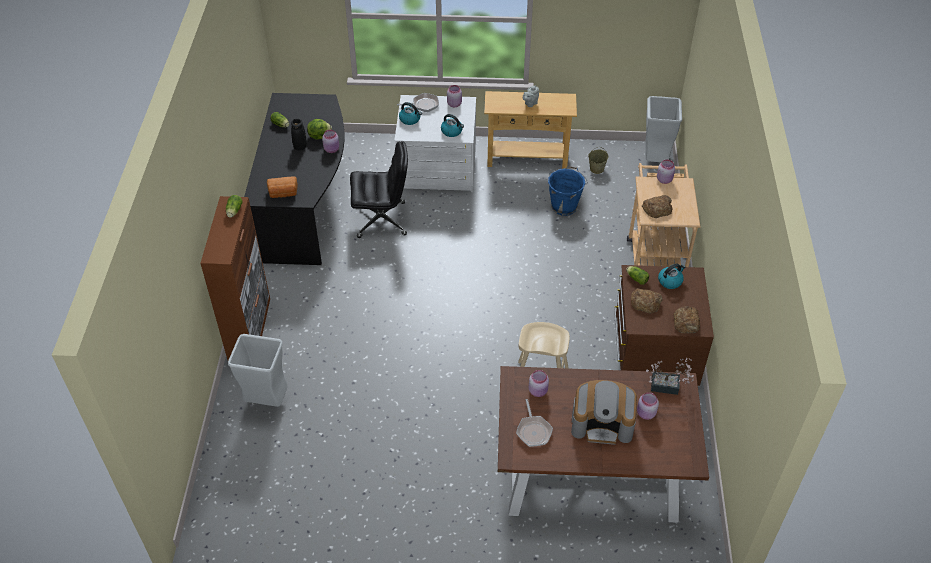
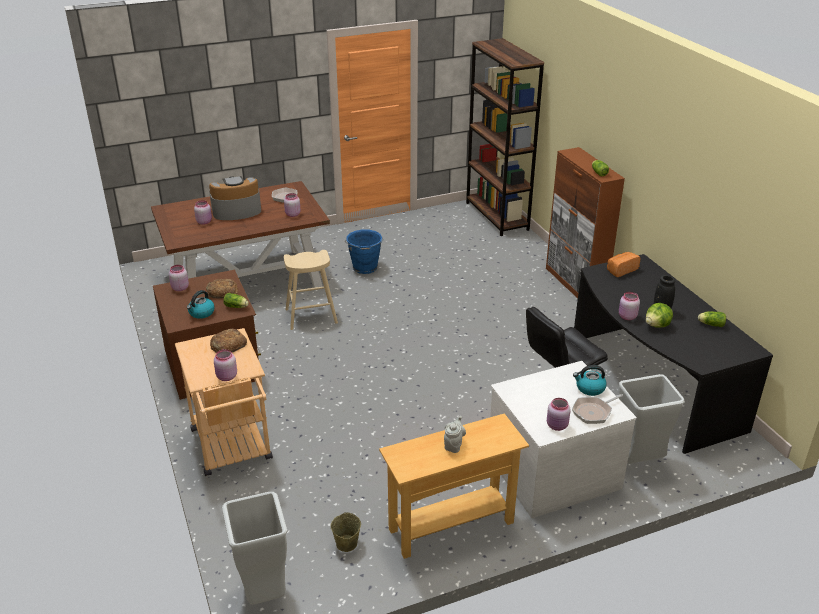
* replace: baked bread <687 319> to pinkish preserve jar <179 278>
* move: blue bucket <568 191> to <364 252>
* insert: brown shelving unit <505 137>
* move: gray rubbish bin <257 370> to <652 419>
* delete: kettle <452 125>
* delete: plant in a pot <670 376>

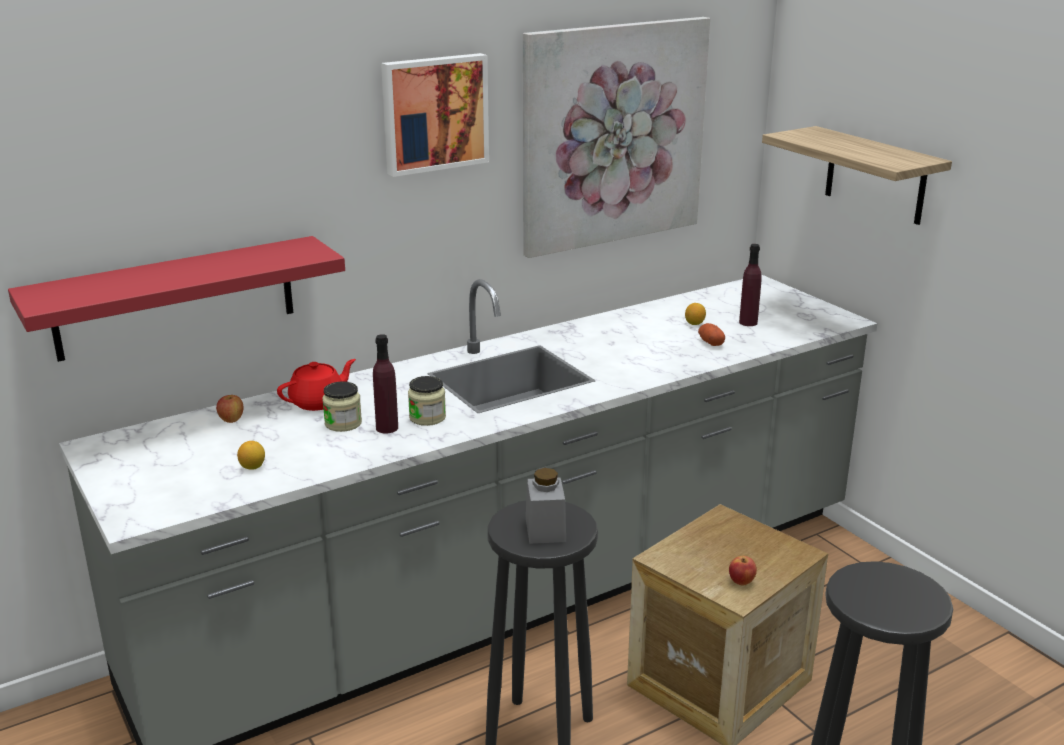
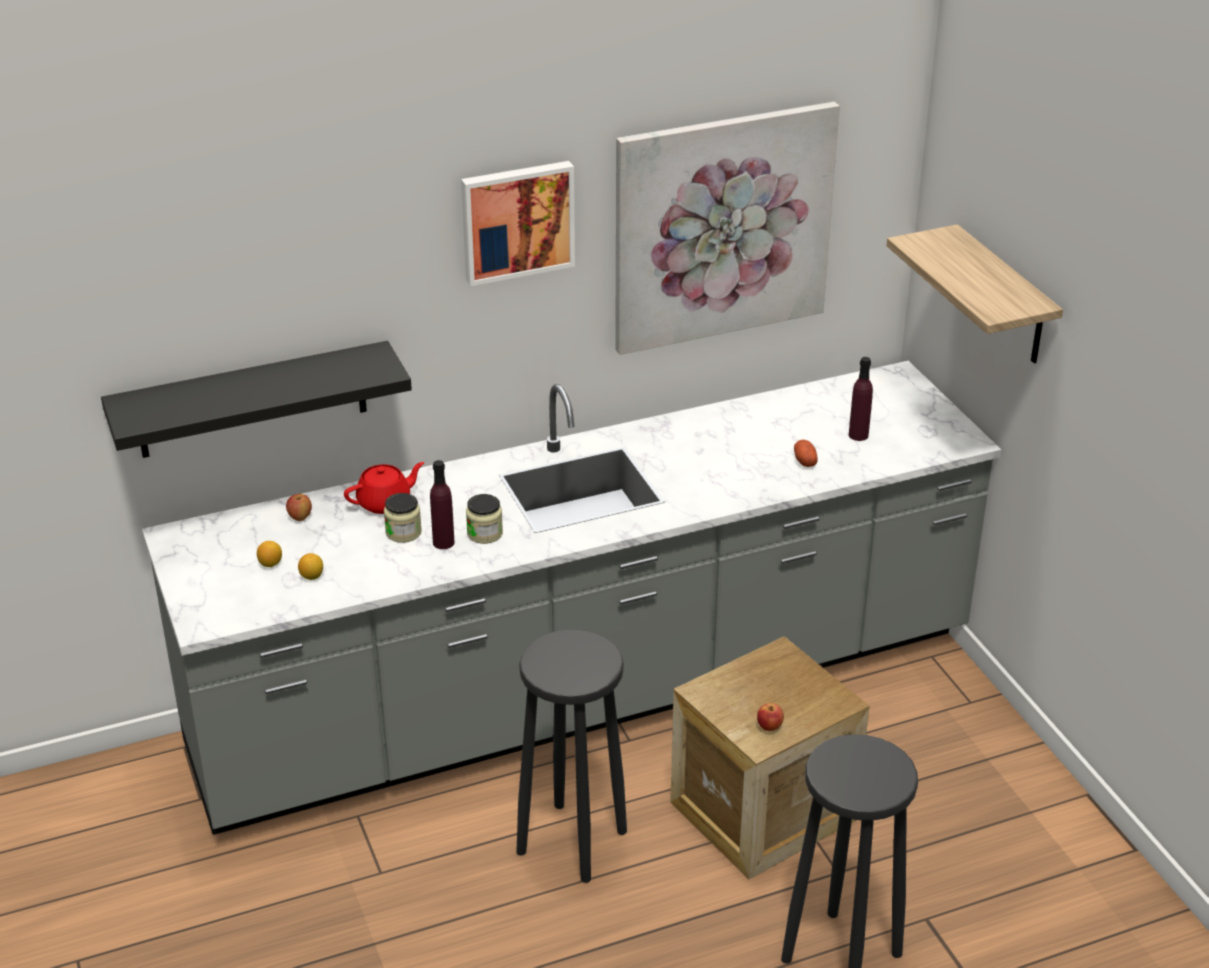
* recolor: reddish shelf <176 299> to black-coloured shelf <256 399>
* move: citrus fruit <695 314> to <269 554>
* delete: gray preserve jar <546 506>

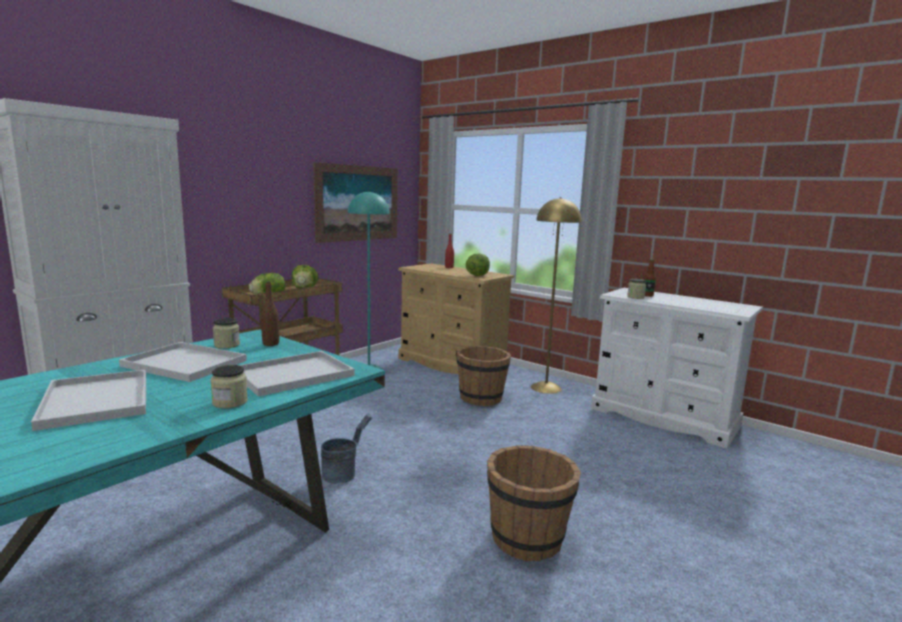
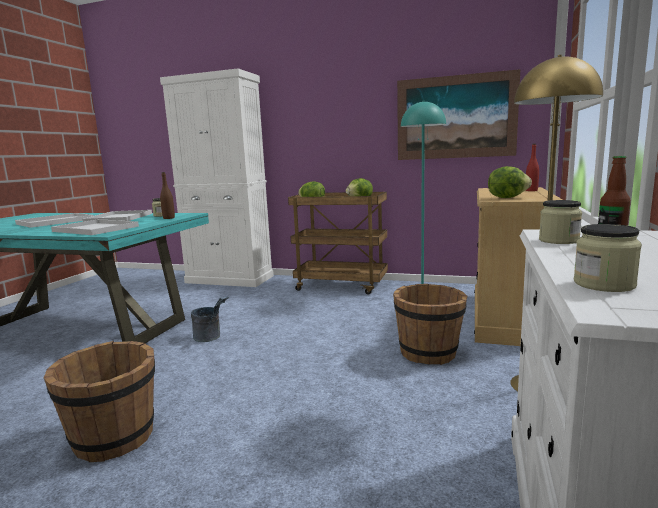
* move: preserve jar <229 387> to <607 258>

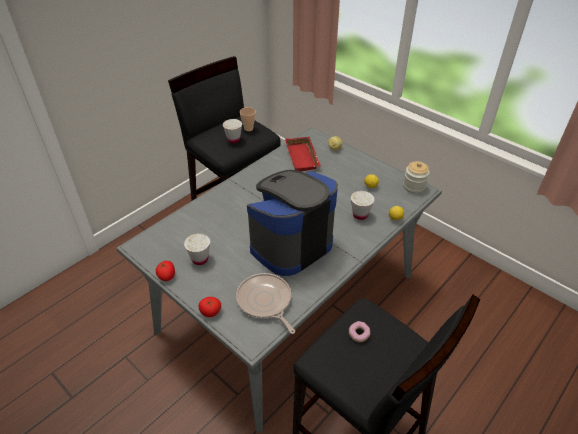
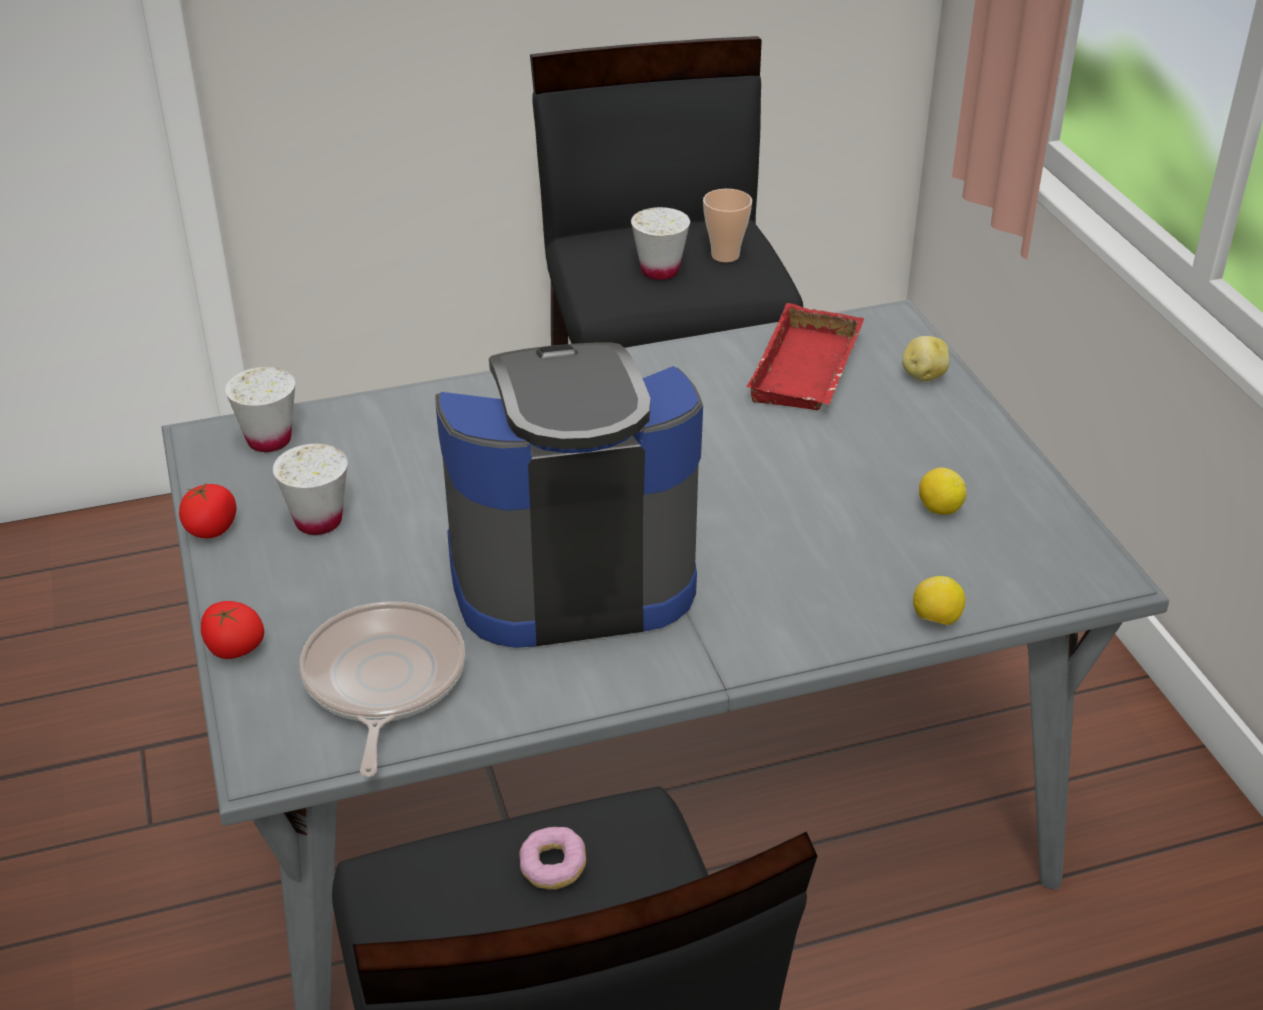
* move: white-coloured small cup <362 205> to <260 409>
* delete: preserve jar <416 177>

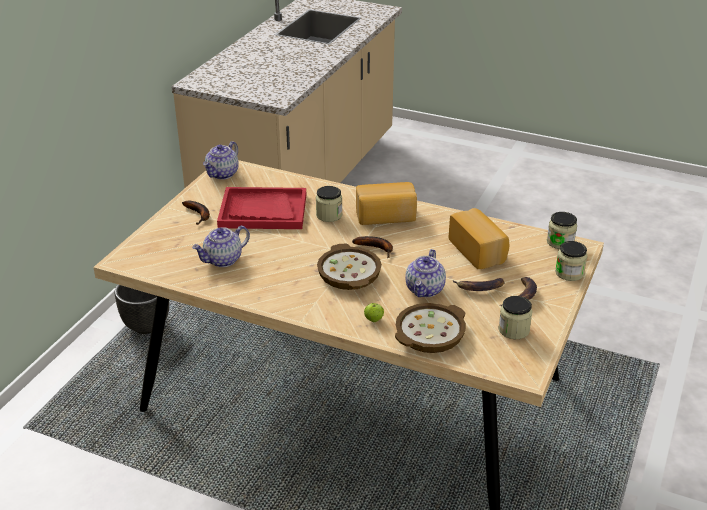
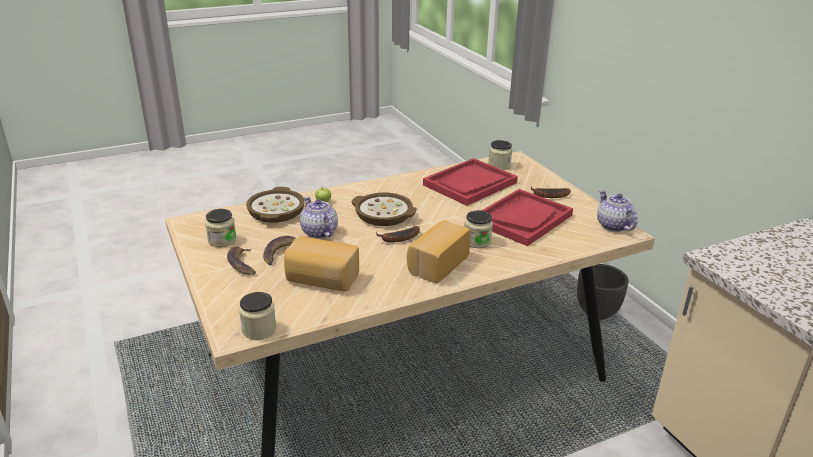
* replace: pot for tea <221 246> to reddish tray <470 182>
* move: preserve jar <571 261> to <500 155>

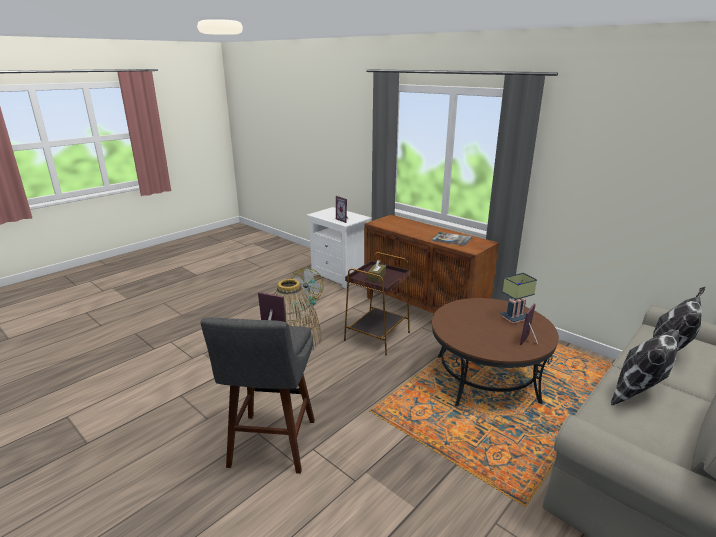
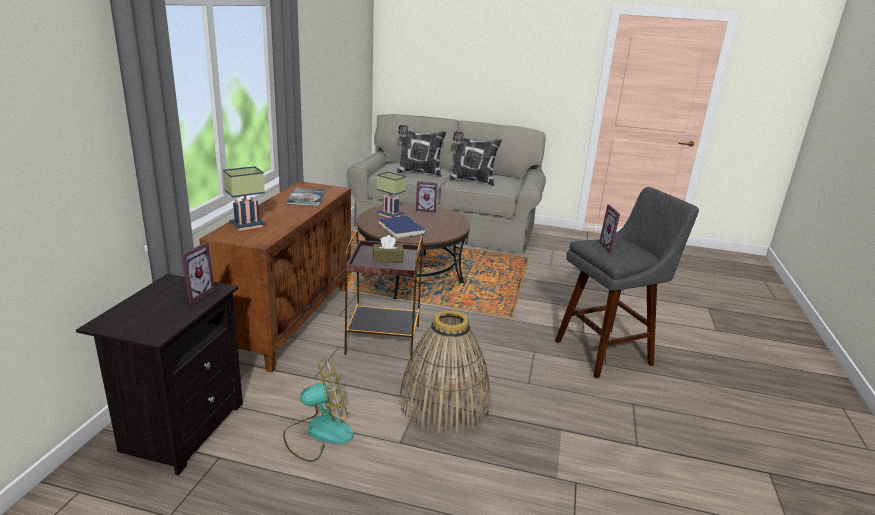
* recolor: white-coloured nightstand <339 247> to black-coloured nightstand <159 374>
* insert: lamp for a table <244 198>
* insert: blue volume <402 227>

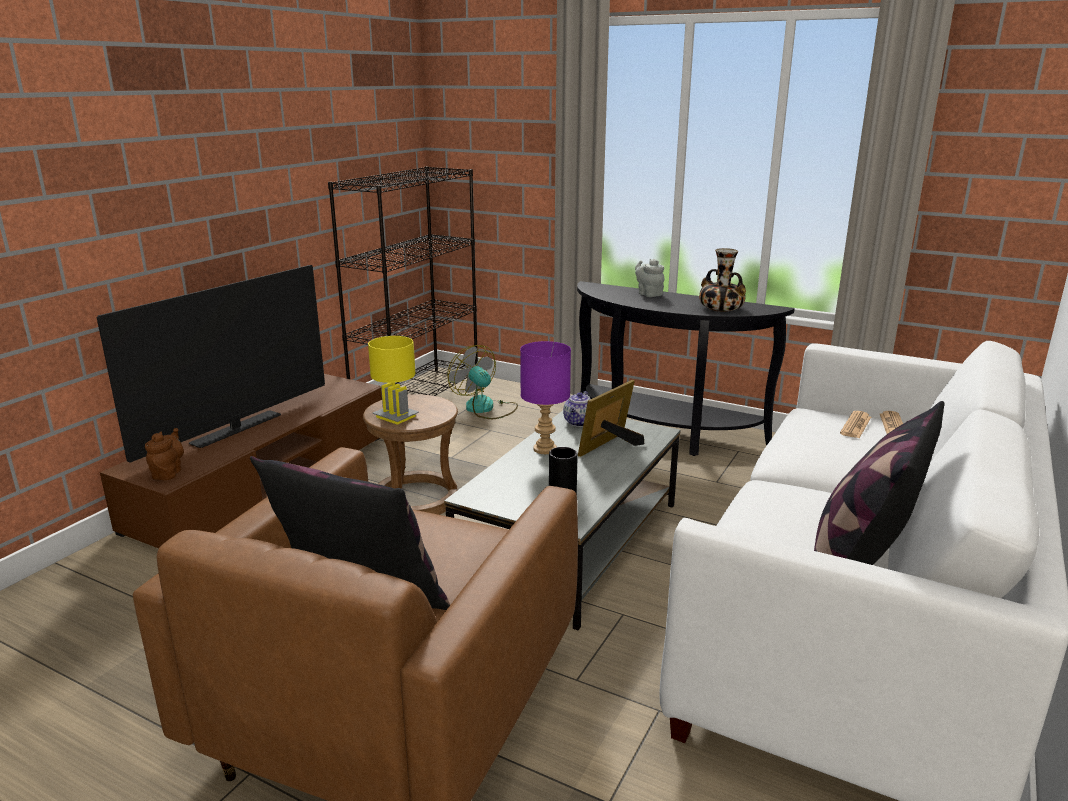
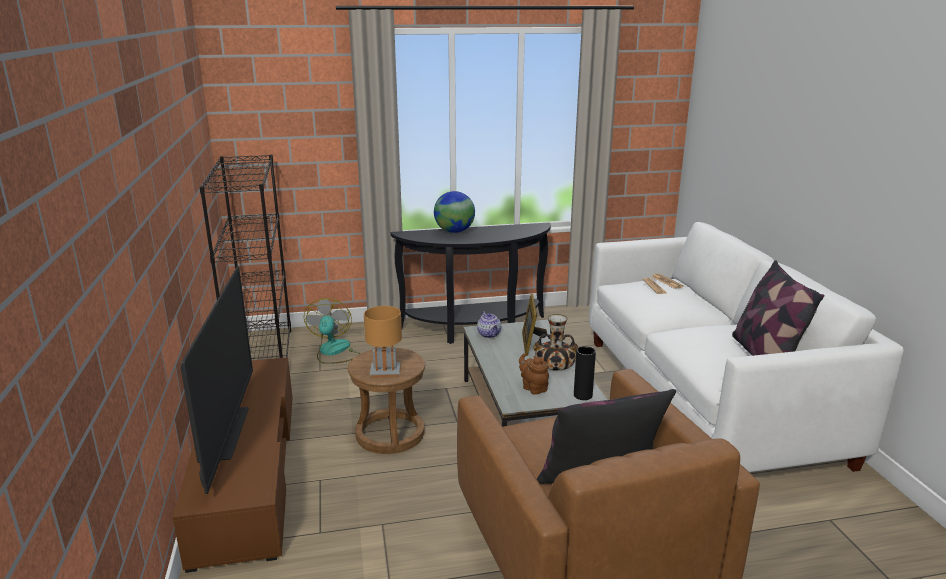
* rotate: fan <482 382> = <332 331> 75 degrees clockwise
* recolor: yellow lamp for a table <393 380> to brown lamp for a table <383 341>
* replace: gray pot for tea <649 278> to globe <454 212>
* move: brown pot for tea <164 454> to <534 374>
* move: flower vase <722 280> to <555 342>
* delete: purplish lamp for a table <545 397>

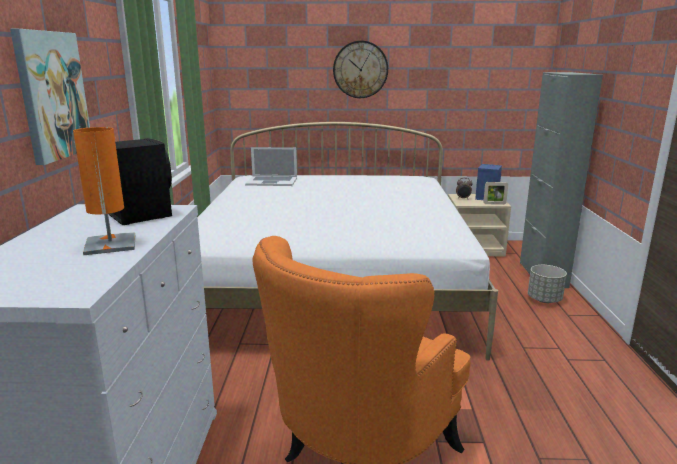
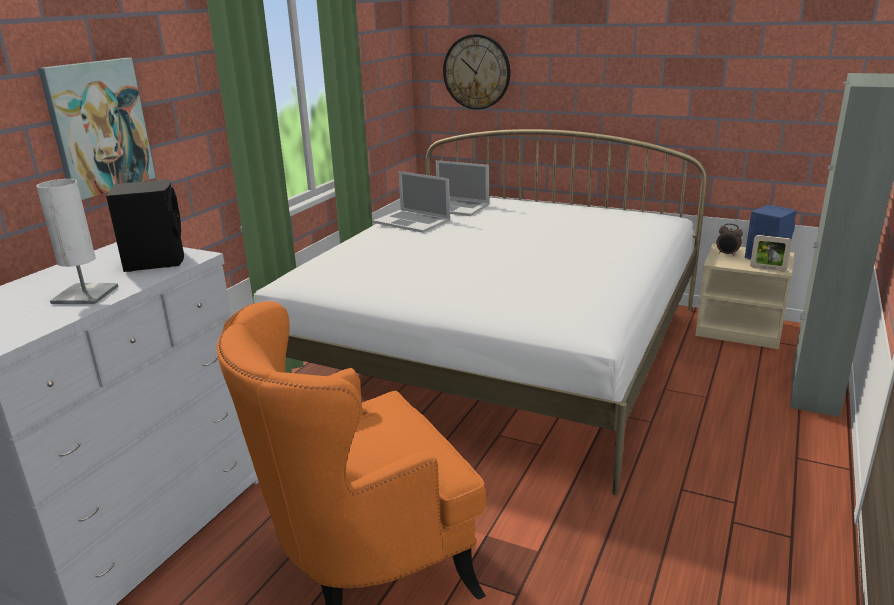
* recolor: orange-coloured lamp for a table <104 191> to white-coloured lamp for a table <77 241>
* insert: laptop <411 202>
* move: clock on the wall <360 69> to <476 72>
* delete: gray flower pot <547 284>

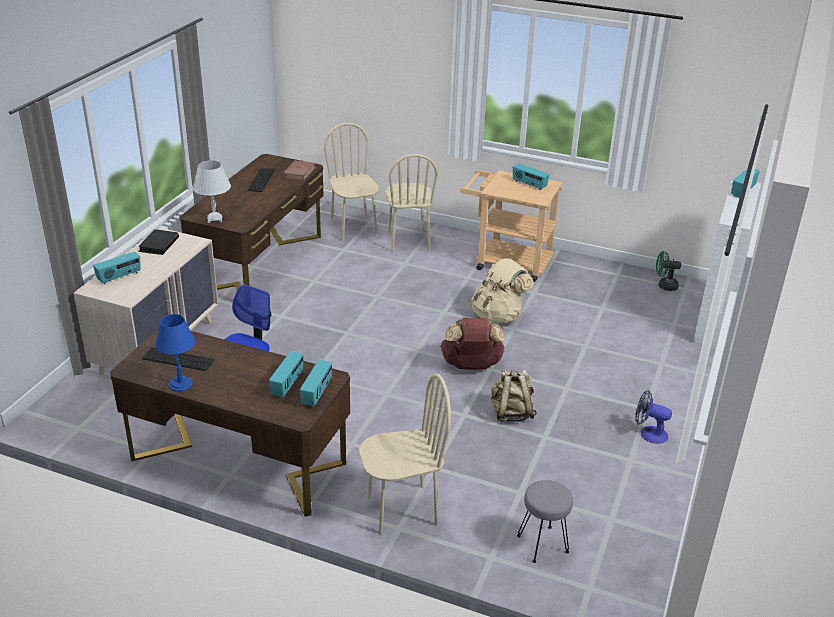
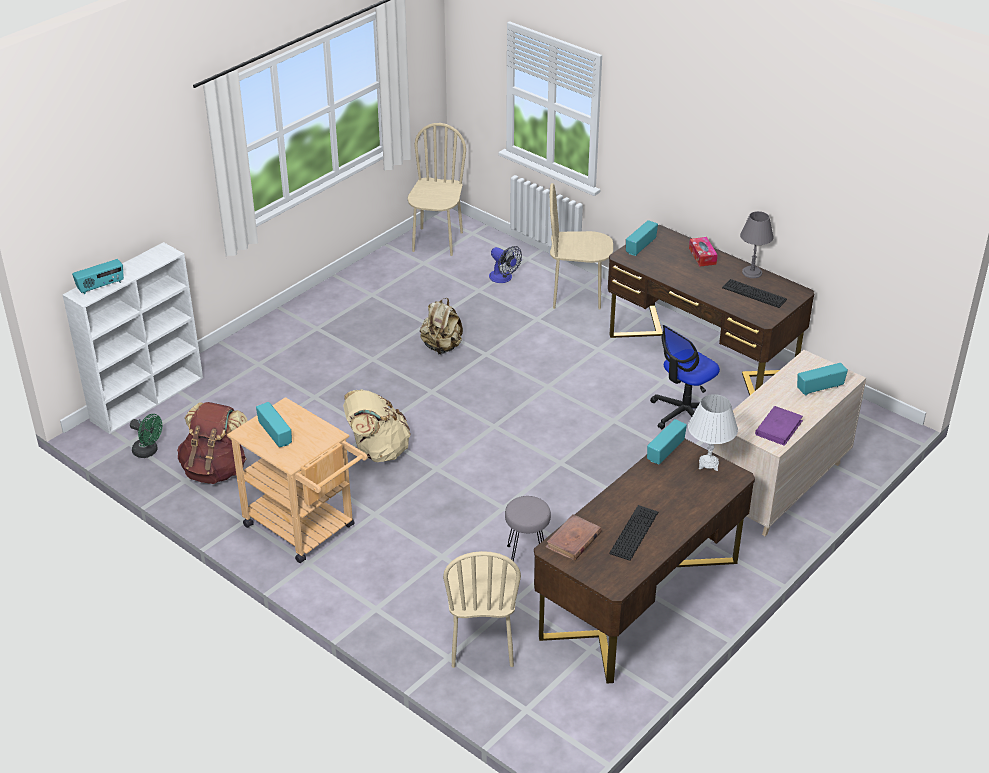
* move: brown backpack <472 343> to <212 443>
* move: beige-coloured chair <411 203> to <437 189>
* move: fan <653 417> to <505 264>
* move: gray stool <545 521> to <528 528>
* move: radio set <286 374> to <667 441>
* insert: tissue box <703 252>
* recolor: blue lamp for a table <175 353> to gray lamp for a table <757 244>
* recolor: black-coloured volume <158 242> to purplish volume <779 426>

